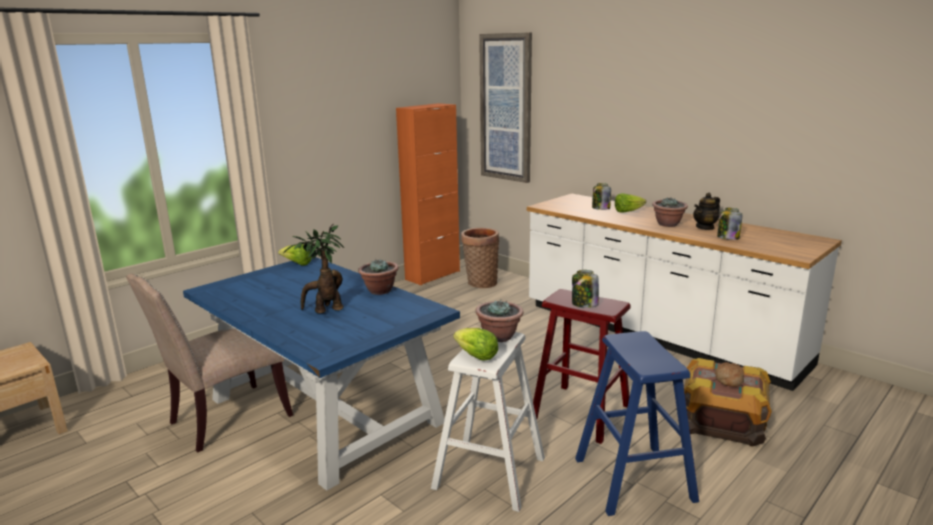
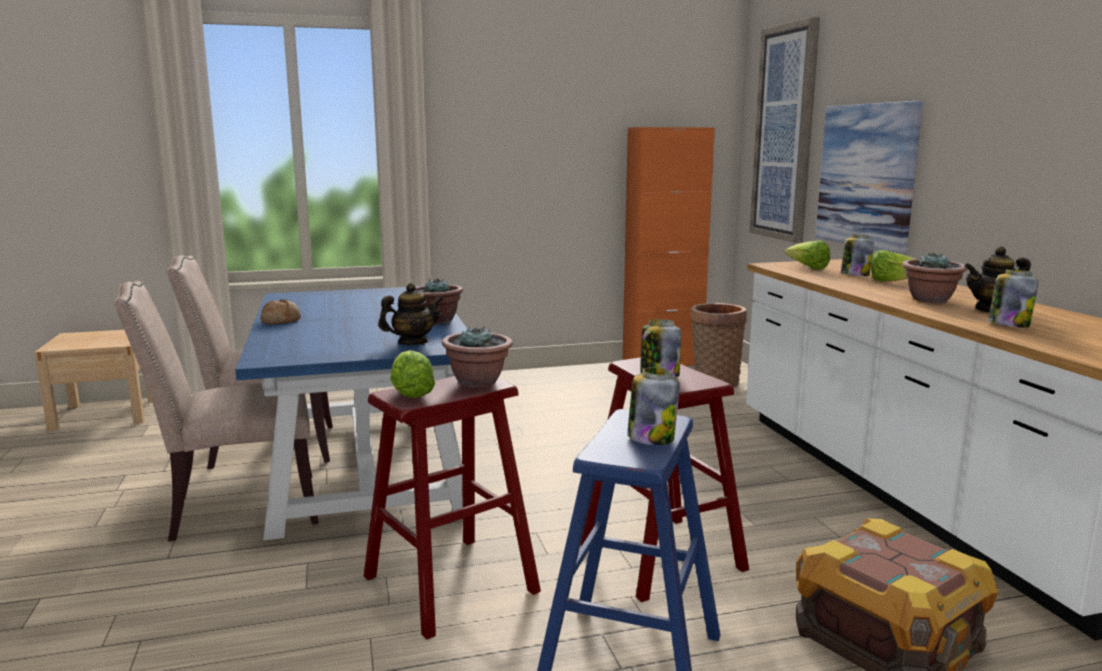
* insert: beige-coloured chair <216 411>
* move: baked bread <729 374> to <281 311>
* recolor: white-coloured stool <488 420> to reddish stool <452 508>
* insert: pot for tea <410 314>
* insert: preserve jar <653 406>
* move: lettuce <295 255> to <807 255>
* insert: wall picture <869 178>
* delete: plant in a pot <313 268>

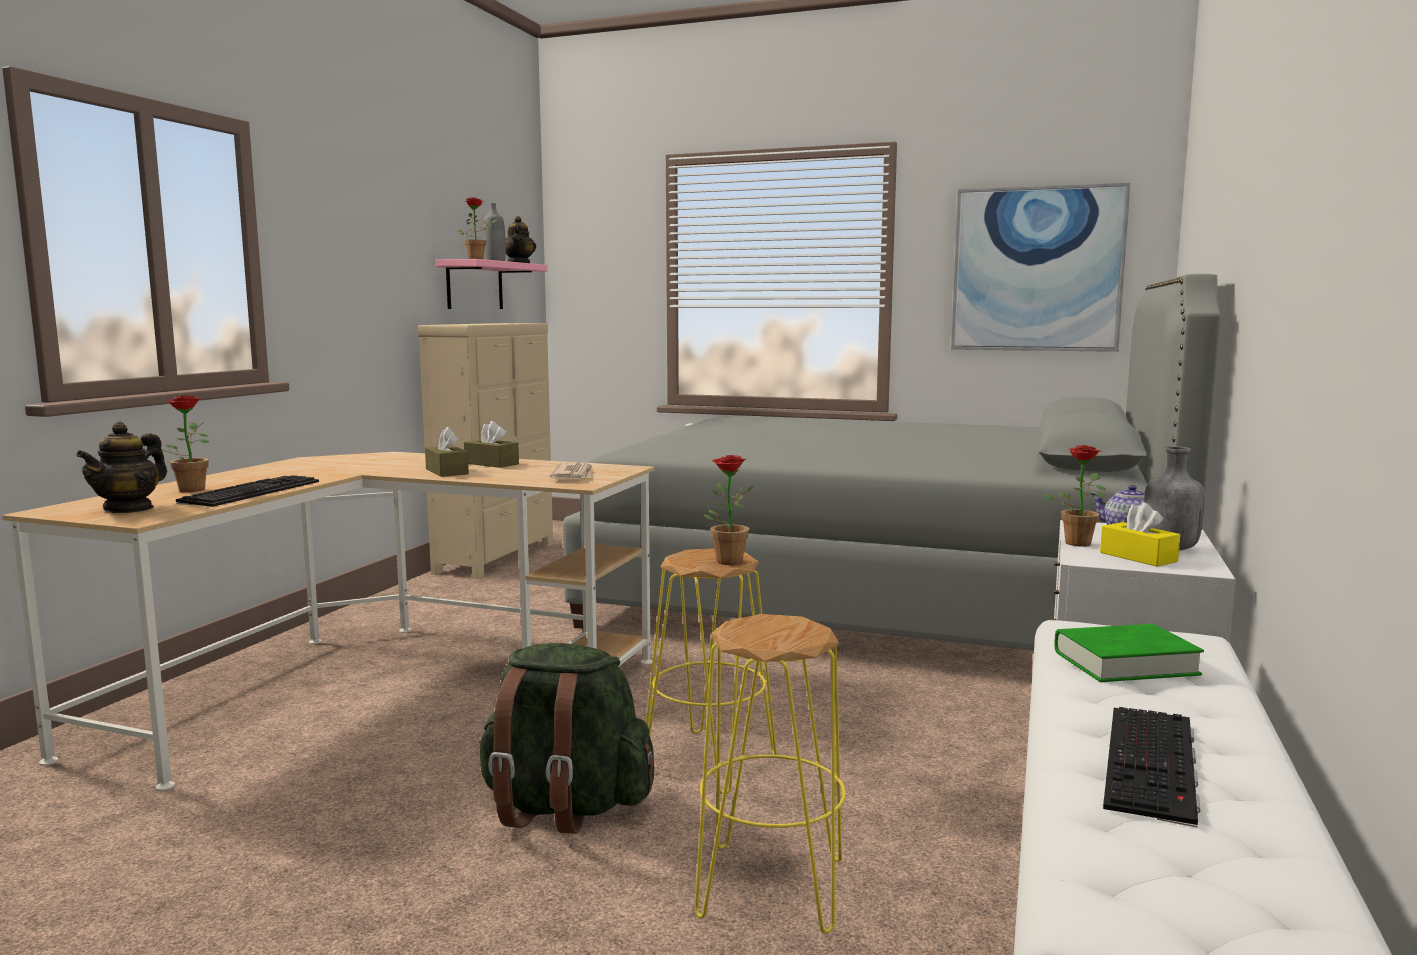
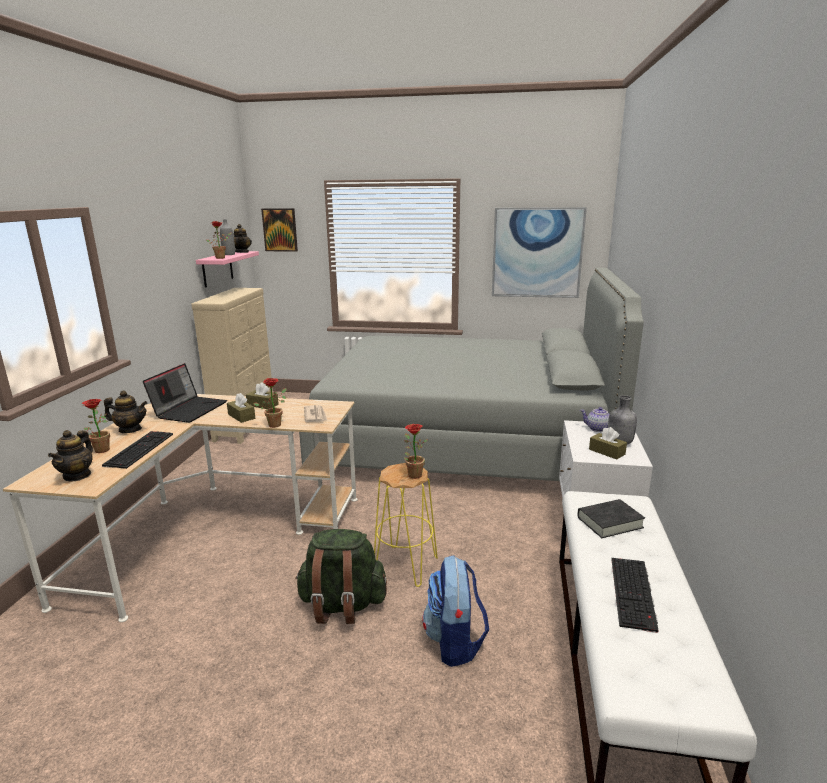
* insert: pot for tea <126 412>
* insert: laptop <185 393>
* move: plant in a pot <1074 496> to <270 403>
* insert: wall picture <279 230>
* replace: yellow stool <770 774> to backpack <455 611>
* recolor: greenish volume <1129 653> to black-coloured volume <611 518>
* recolor: yellow tissue box <1140 535> to brown tissue box <608 443>

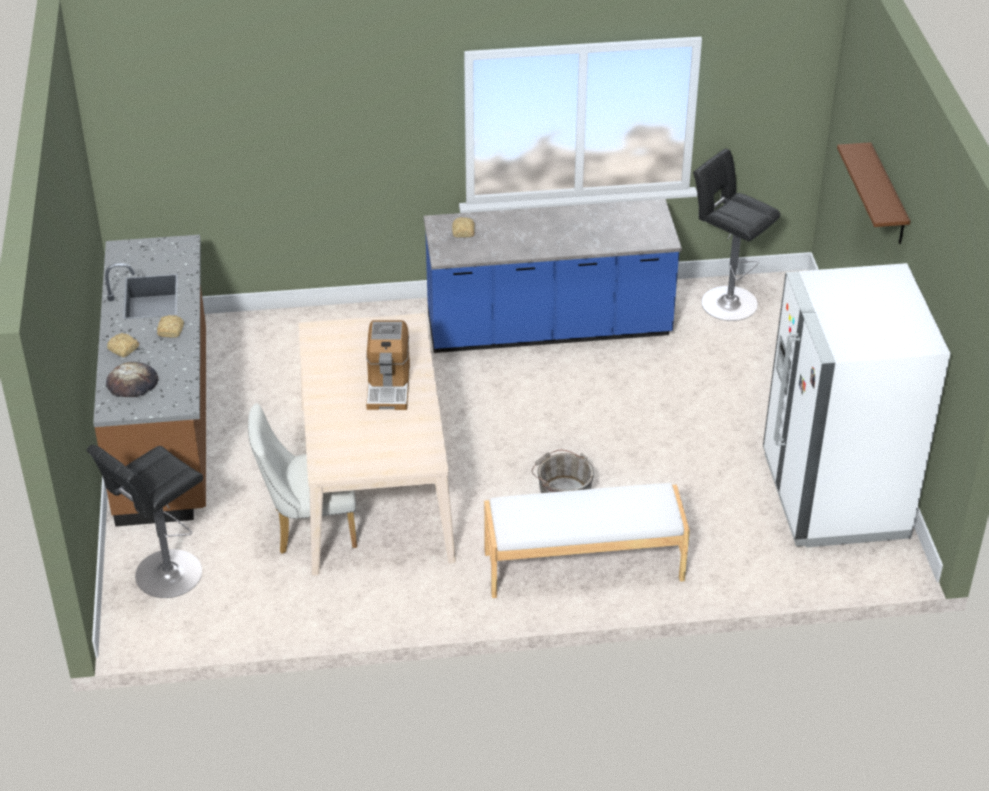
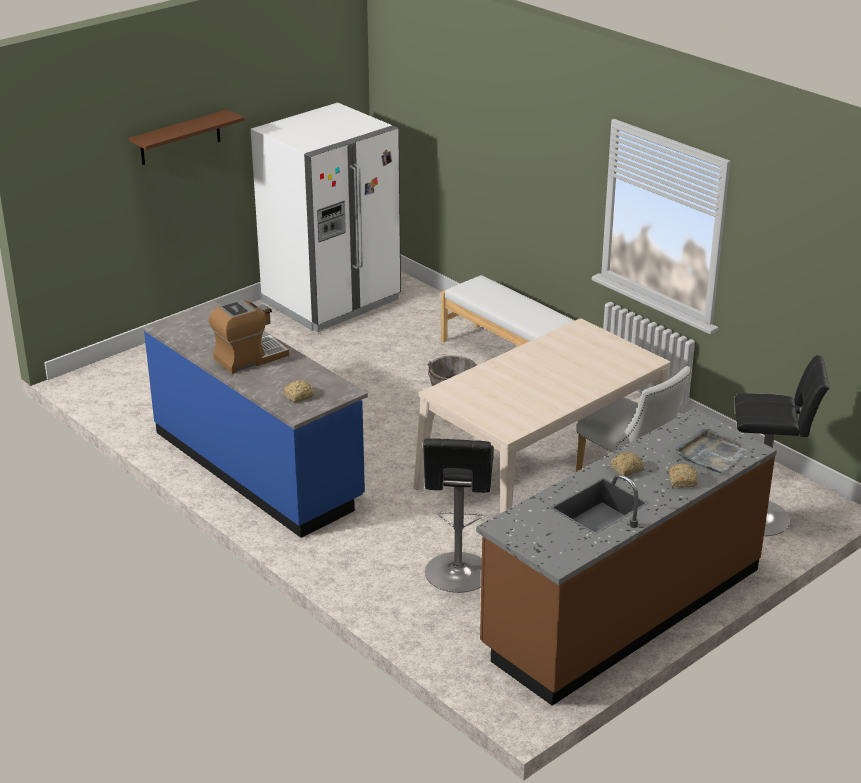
* move: coffee maker <388 365> to <249 336>
* move: black-coloured stool <736 235> to <458 515>
* replace: baked bread <132 379> to gray tray <711 451>

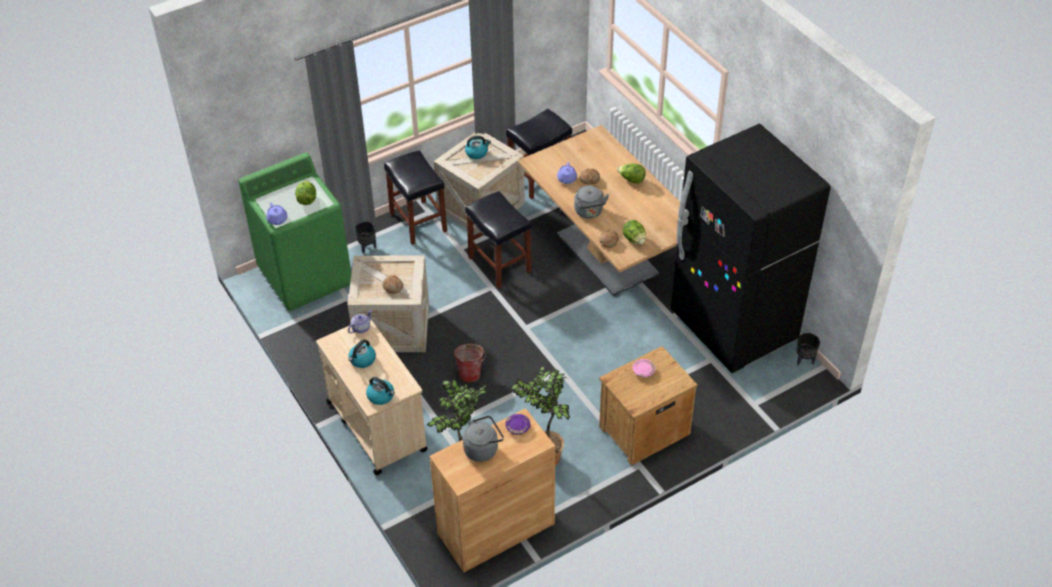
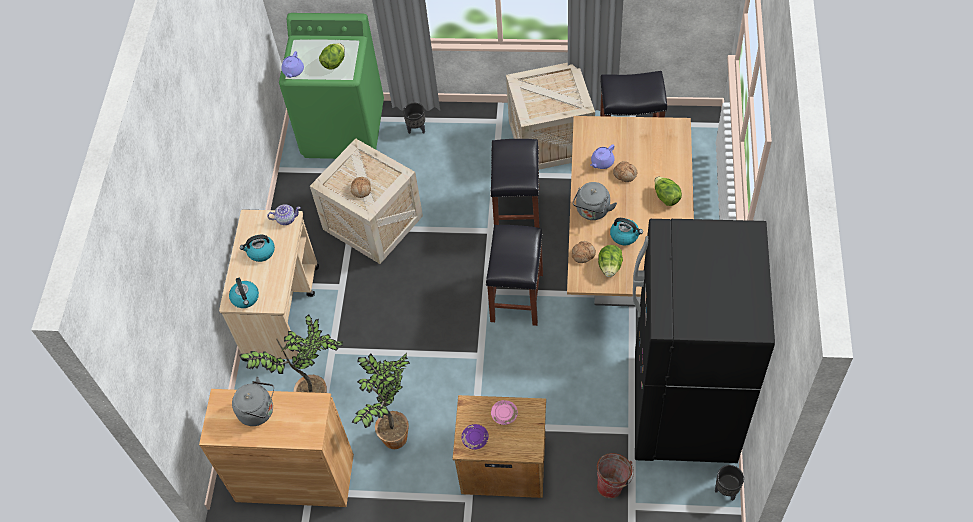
* move: purplish plate <518 424> to <475 437>
* move: black-coloured stool <415 197> to <514 275>
* move: bucket <470 362> to <615 475>
* move: kettle <478 147> to <626 231>

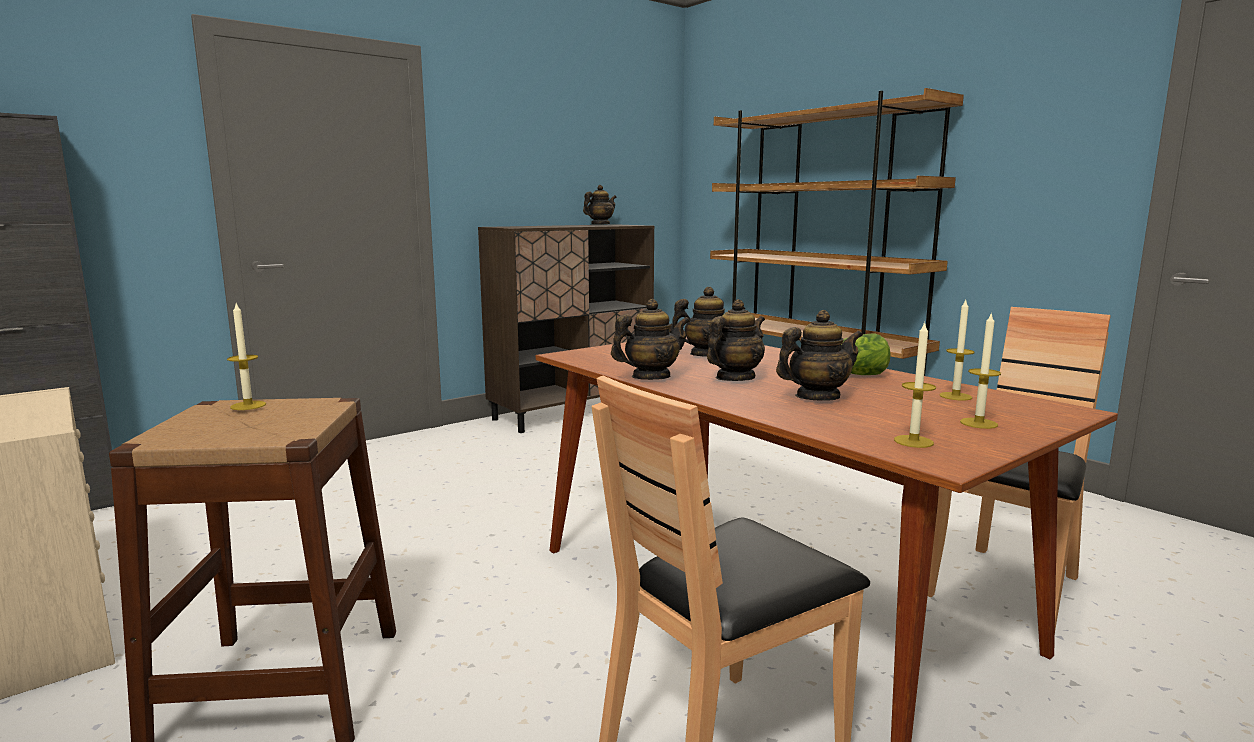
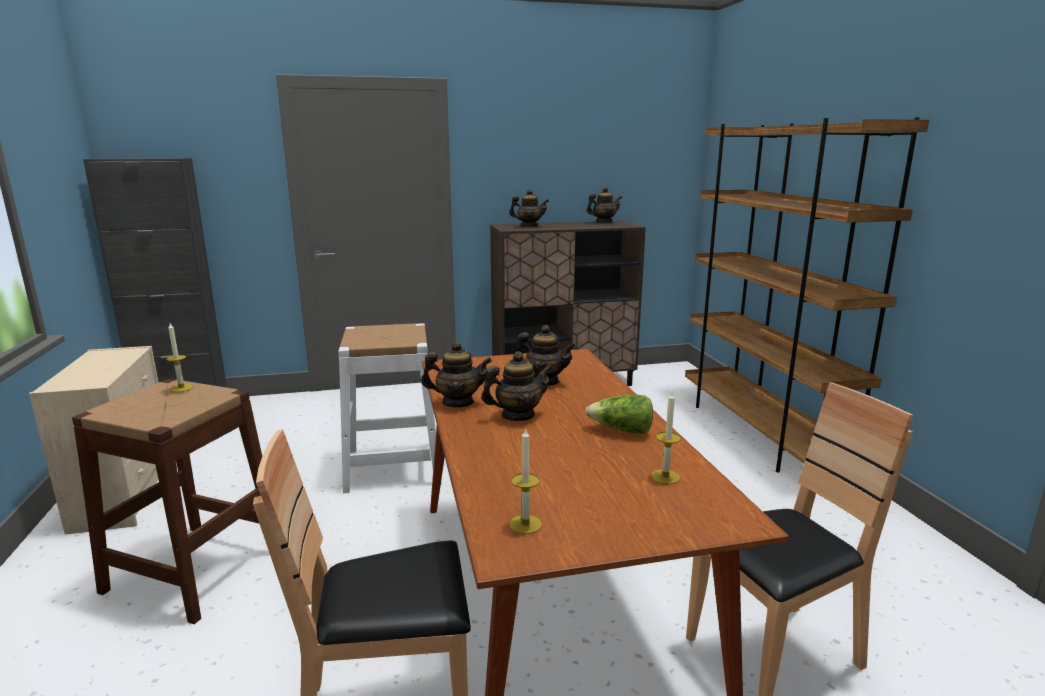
* insert: white-coloured stool <390 408>
* move: pot for tea <819 355> to <529 207>
* delete: wax candle <980 370>

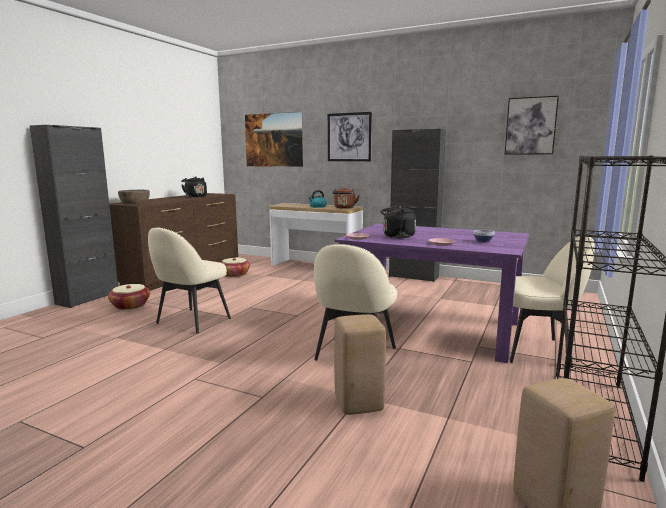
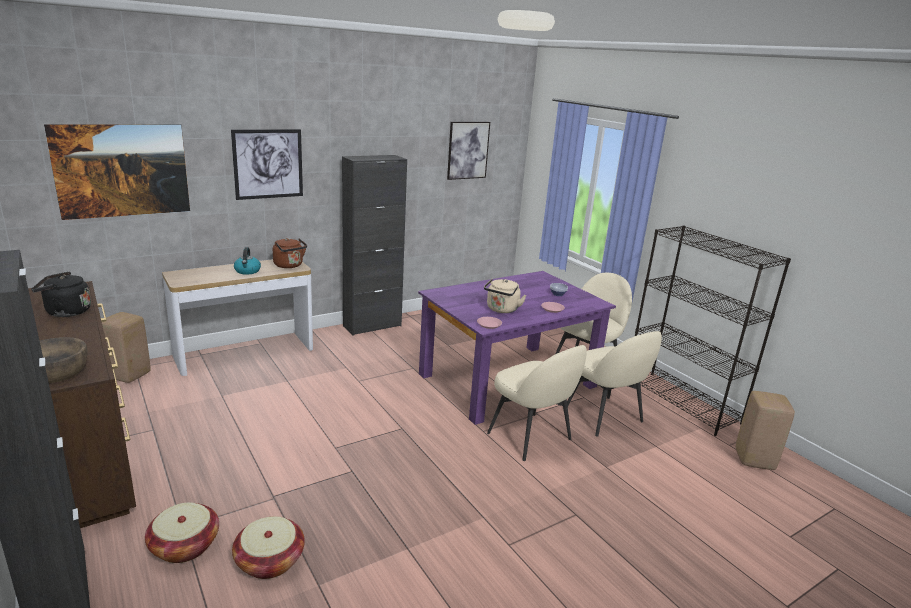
* move: beige-coloured stool <360 364> to <126 347>
* move: household basket <235 267> to <268 548>
* recolor: black-coloured kettle <398 221> to beige-coloured kettle <505 295>
* move: beige-coloured chair <189 281> to <612 384>

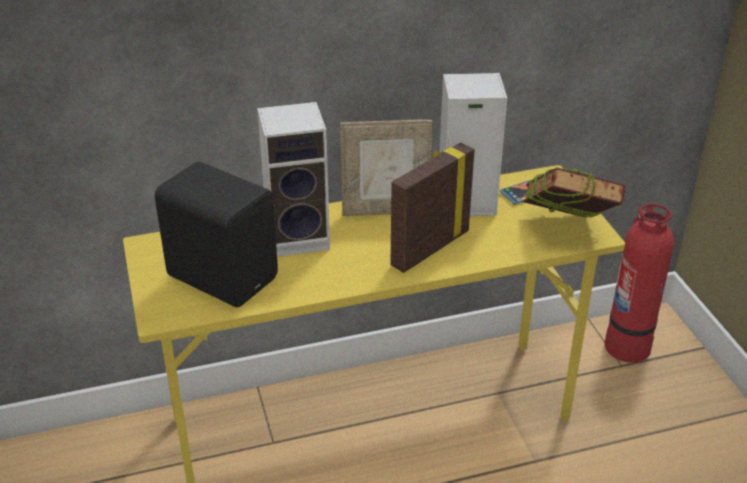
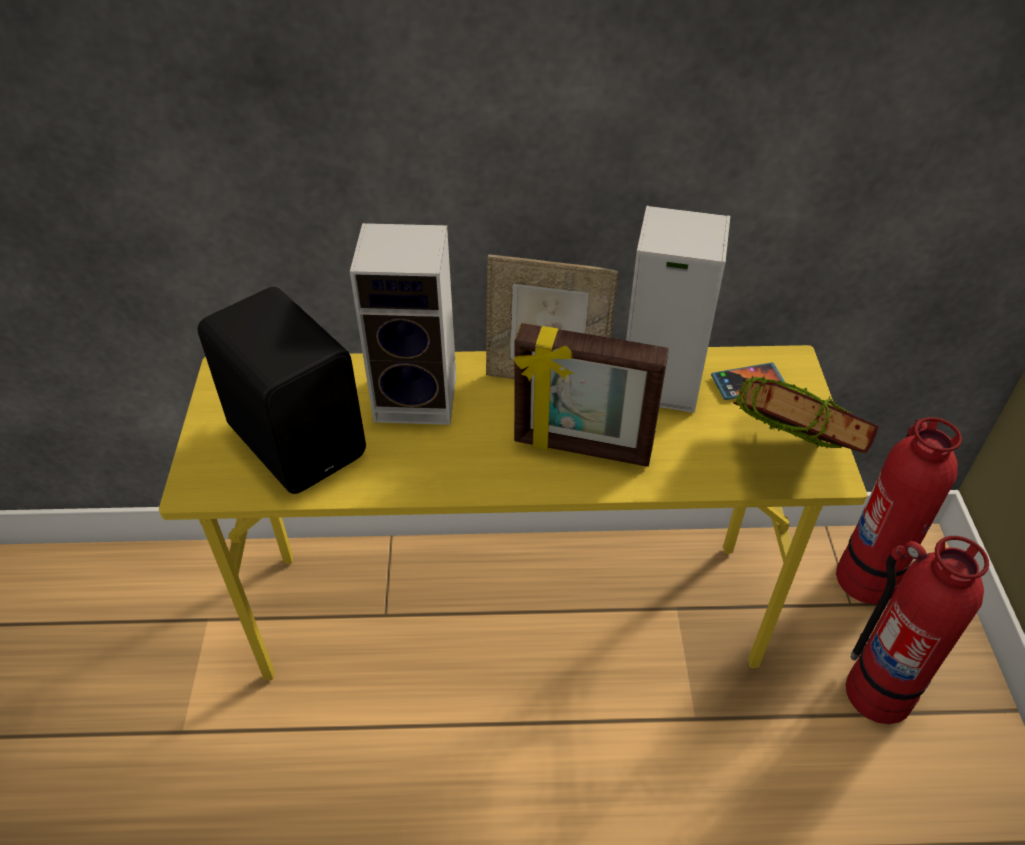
* rotate: picture frame <432 208> = <591 395> 135 degrees counterclockwise
* insert: extinguisher <917 630>

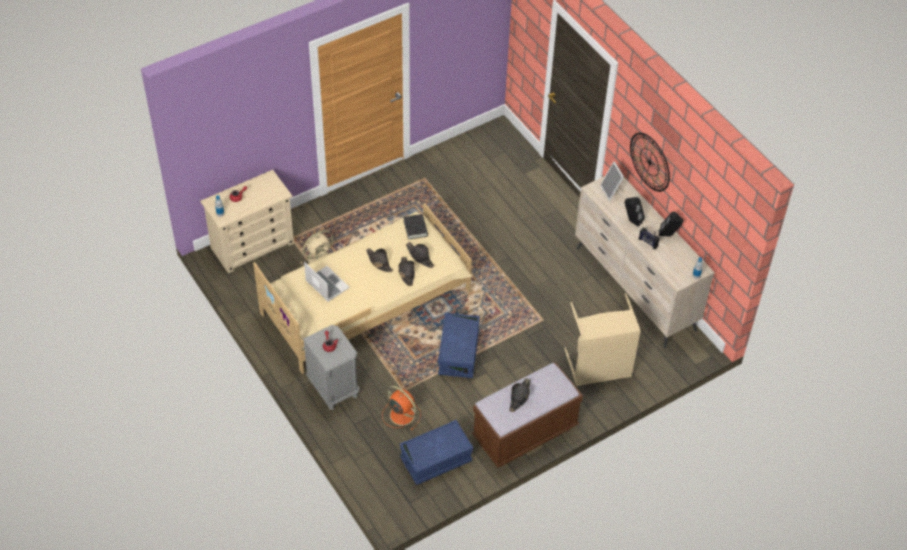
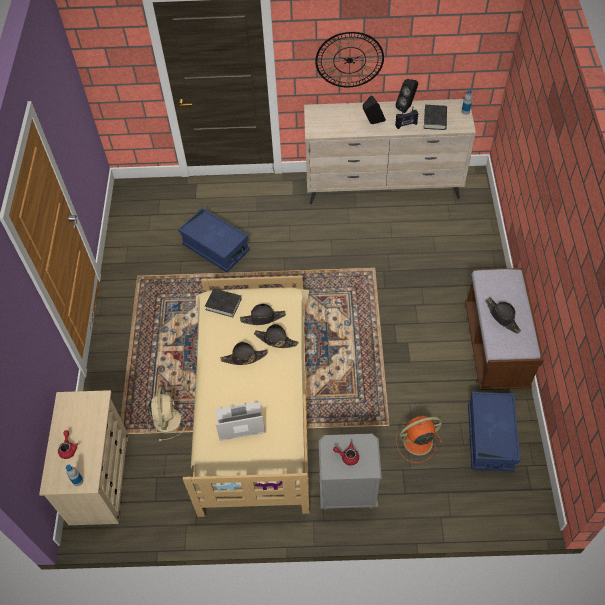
* move: blue storage bin <459 345> to <214 240>
* insert: black-coloured volume <435 117>
* delete: beige-coloured washing basket <602 339>
* delete: picture frame <612 181>

